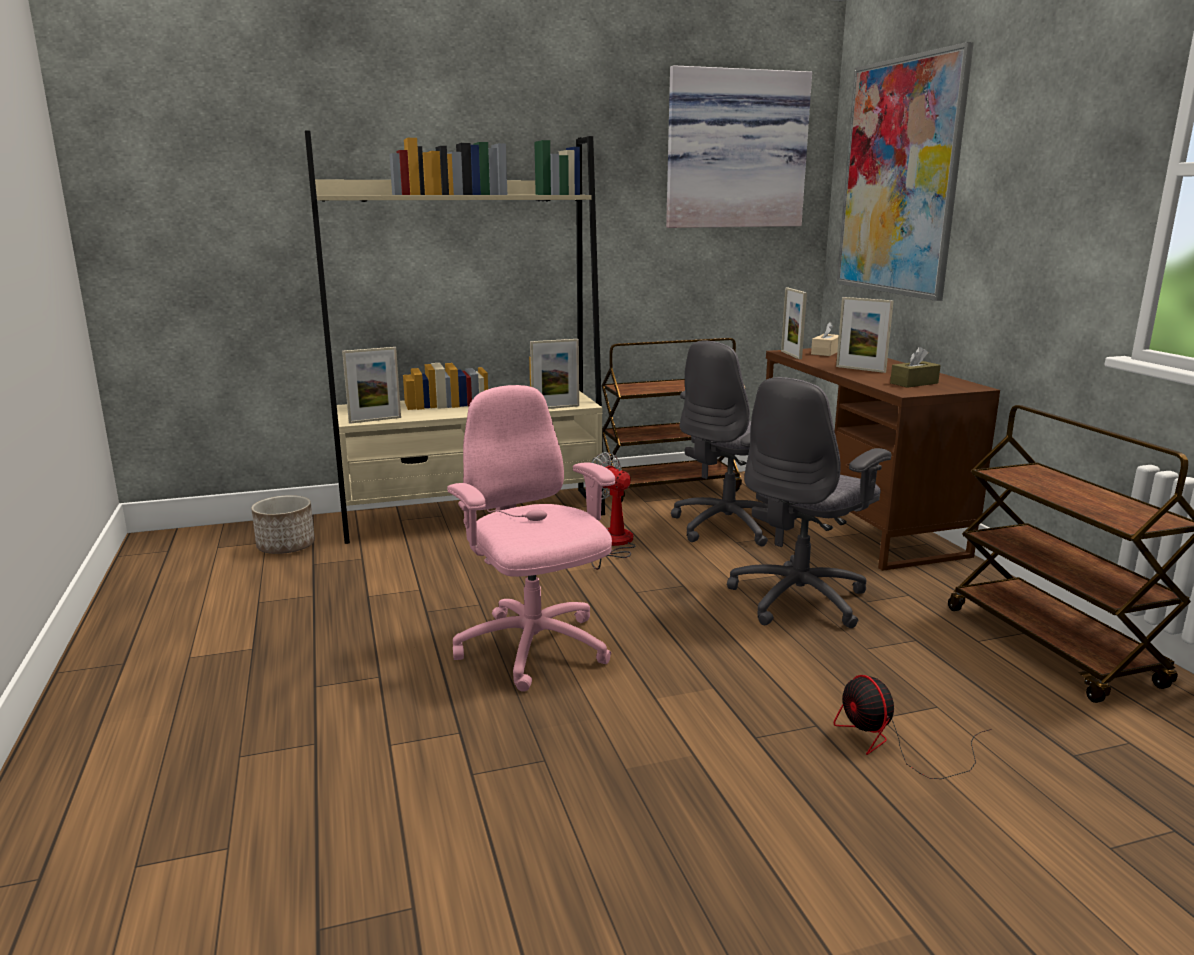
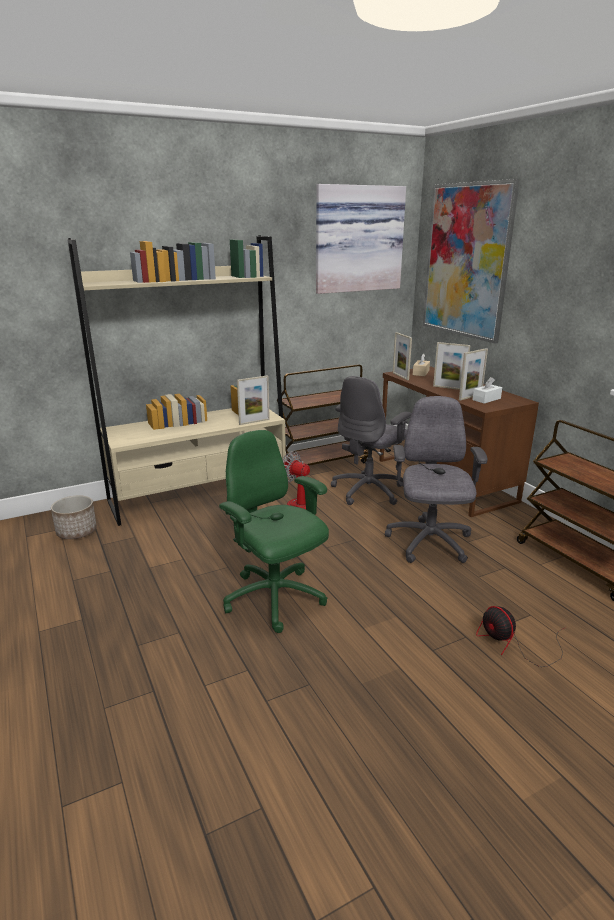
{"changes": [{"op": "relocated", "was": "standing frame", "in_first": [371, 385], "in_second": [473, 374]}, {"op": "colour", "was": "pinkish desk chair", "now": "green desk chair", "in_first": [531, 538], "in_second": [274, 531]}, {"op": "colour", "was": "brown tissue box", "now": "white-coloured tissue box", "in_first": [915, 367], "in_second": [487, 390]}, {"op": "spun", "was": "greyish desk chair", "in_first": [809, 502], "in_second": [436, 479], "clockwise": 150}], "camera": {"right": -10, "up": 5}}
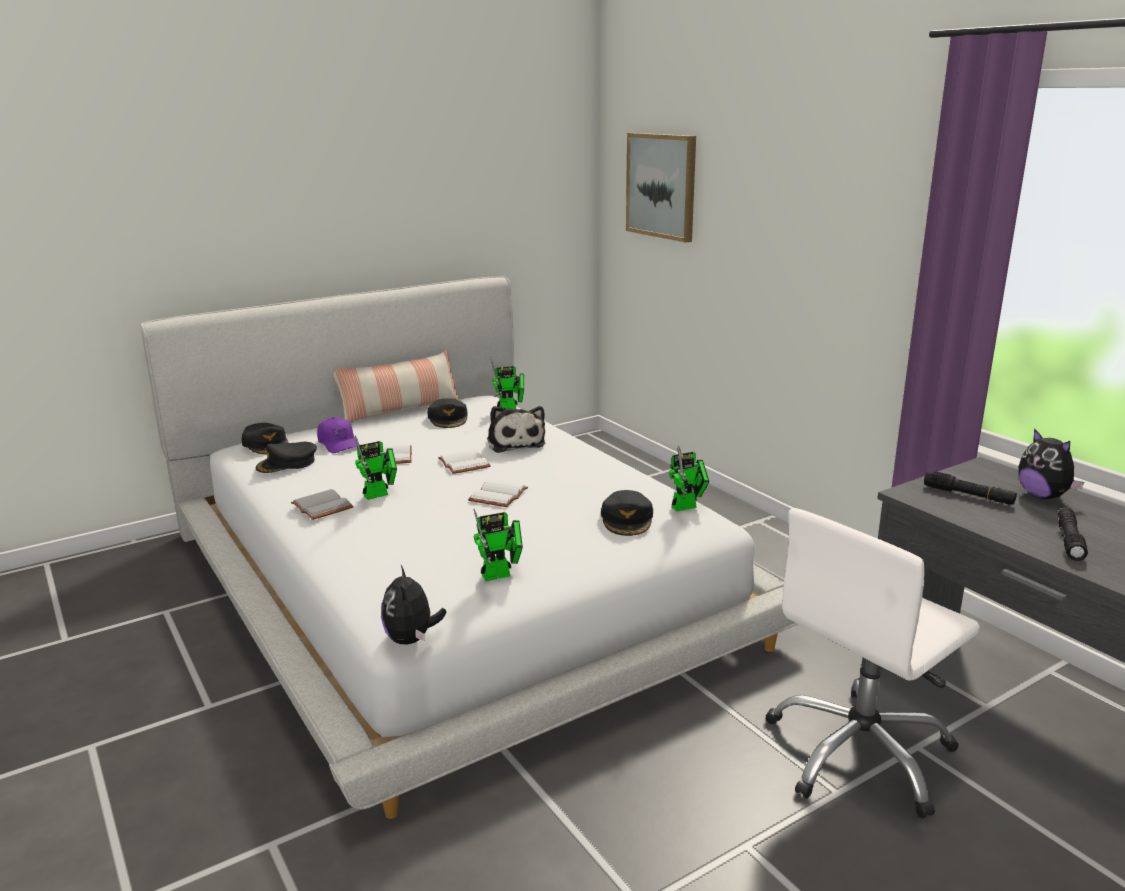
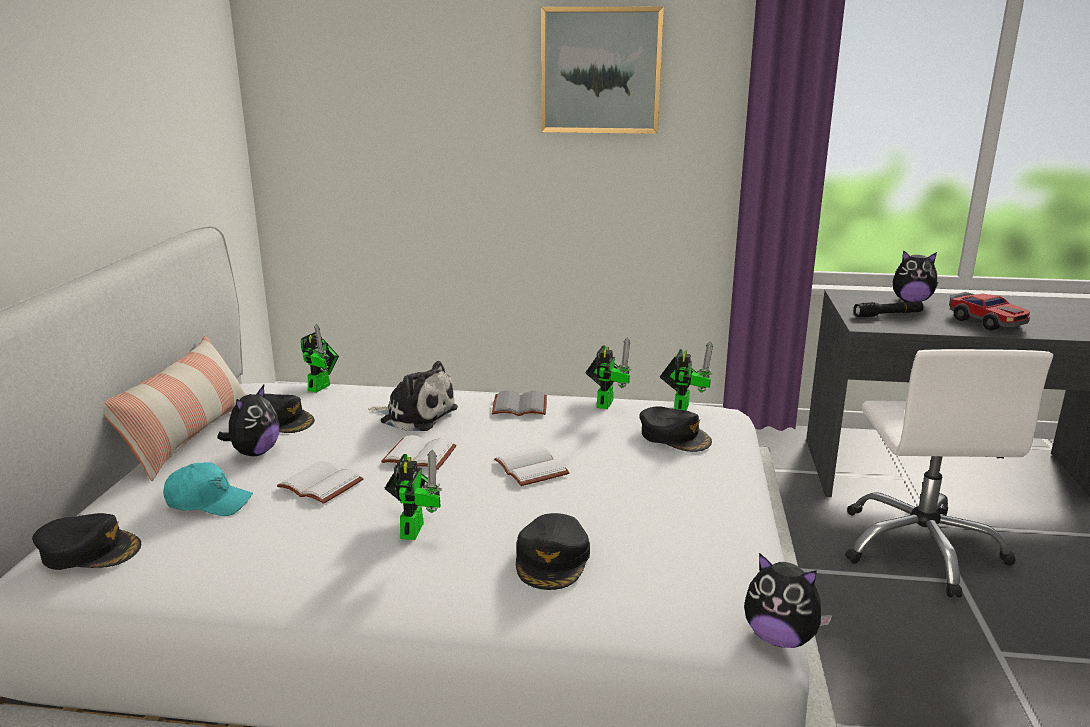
{"changes": [{"op": "appeared", "now": "cuddly toy", "in_second": [248, 420]}, {"op": "relocated", "was": "black-coloured cap", "in_first": [286, 457], "in_second": [553, 551]}, {"op": "relocated", "was": "greyish bound book", "in_first": [322, 504], "in_second": [519, 403]}, {"op": "relocated", "was": "model robot", "in_first": [498, 545], "in_second": [608, 373]}, {"op": "relocated", "was": "wall picture", "in_first": [661, 188], "in_second": [602, 70]}, {"op": "exchanged", "was": "black-coloured torch", "now": "miniature car", "in_first": [1073, 534], "in_second": [989, 311]}, {"op": "colour", "was": "purplish cap", "now": "turquoise cap", "in_first": [338, 435], "in_second": [208, 489]}], "camera": {"right": -50, "up": 0}}
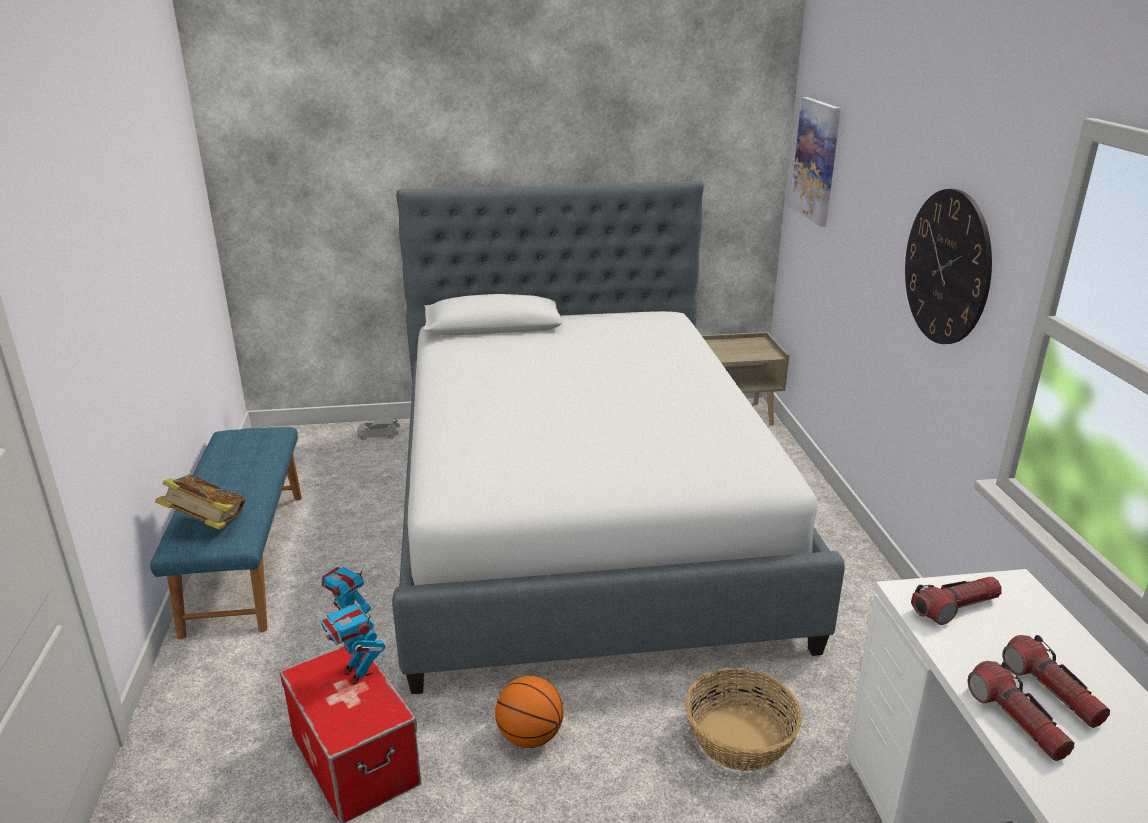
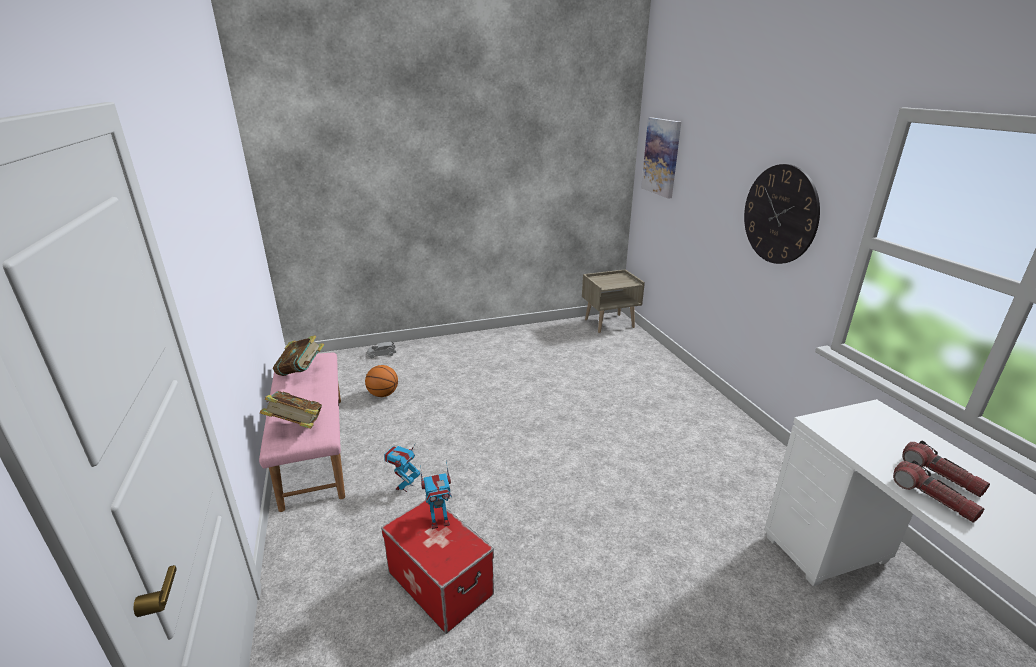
{"changes": [{"op": "missing", "was": "bedroom bed", "in_first": [618, 437]}, {"op": "missing", "was": "household basket", "in_first": [743, 719]}, {"op": "missing", "was": "torch", "in_first": [956, 601]}, {"op": "appeared", "now": "bound book", "in_second": [299, 355]}, {"op": "relocated", "was": "basketball", "in_first": [529, 712], "in_second": [381, 381]}, {"op": "colour", "was": "blue long seat", "now": "pinkish long seat", "in_first": [226, 533], "in_second": [302, 432]}, {"op": "spun", "was": "model robot", "in_first": [353, 636], "in_second": [436, 494], "clockwise": -60}], "camera": {"right": -10, "up": 0}}
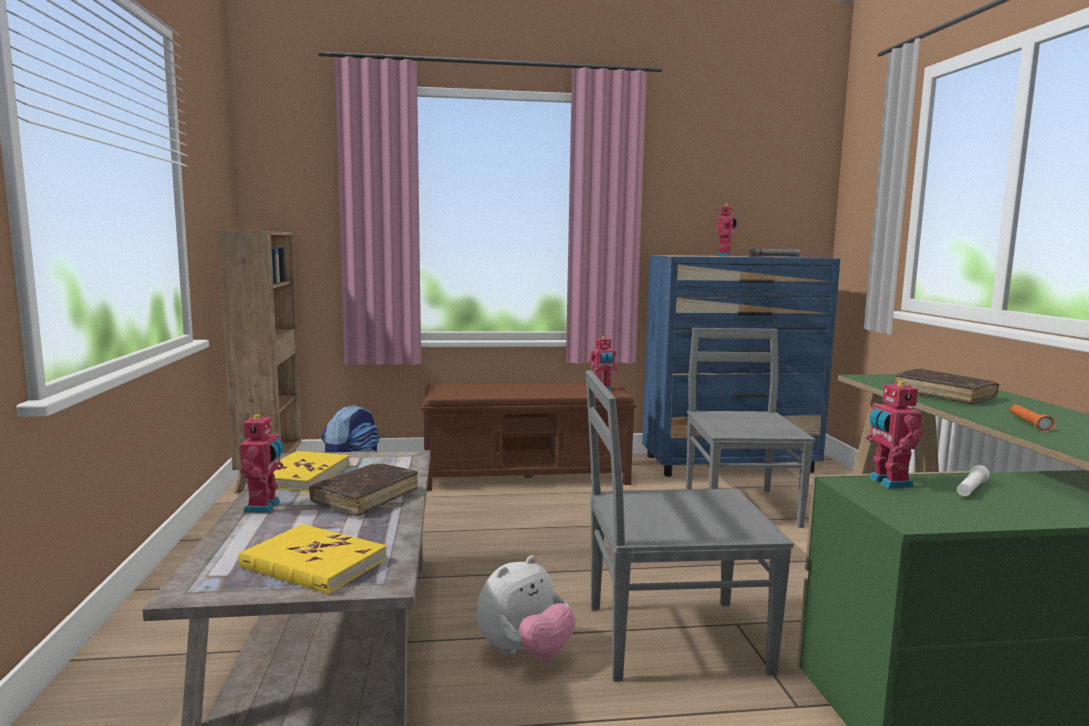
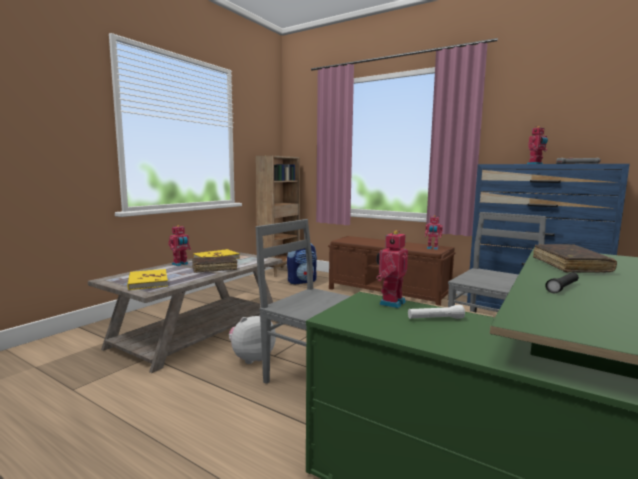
{"changes": [{"op": "colour", "was": "orange torch", "now": "black-coloured torch", "in_first": [1032, 418], "in_second": [562, 283]}, {"op": "spun", "was": "cuddly toy", "in_first": [526, 607], "in_second": [252, 339], "clockwise": 150}], "camera": {"right": 40, "up": 0}}
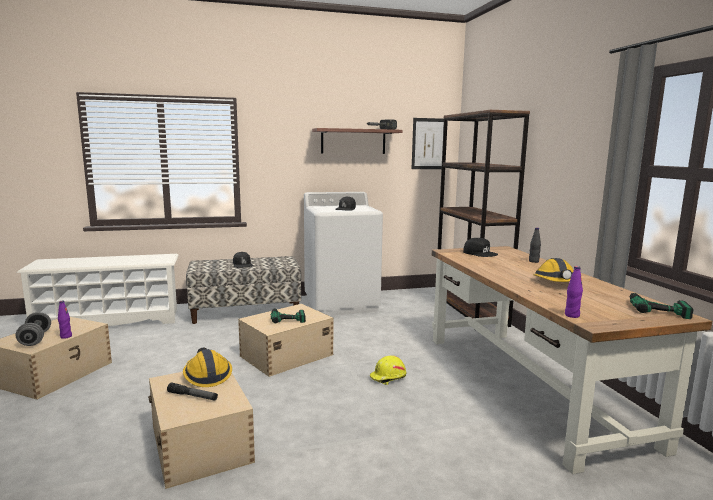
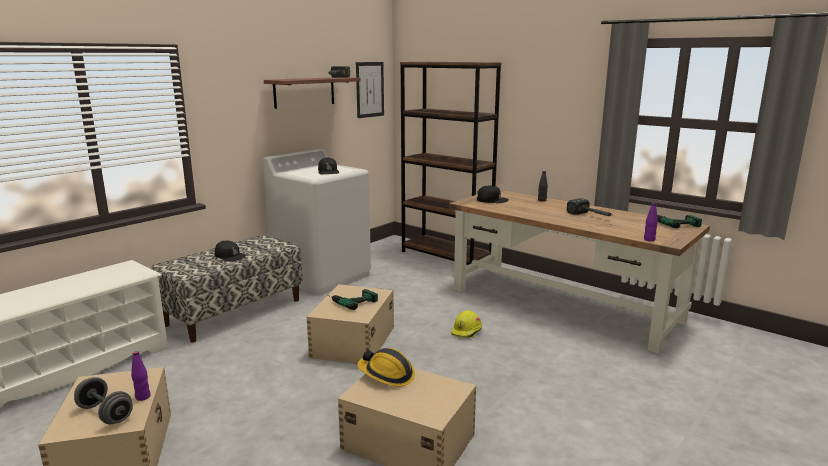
{"changes": [{"op": "missing", "was": "torch", "in_first": [192, 392]}, {"op": "exchanged", "was": "work helmet", "now": "hand hammer", "in_first": [553, 270], "in_second": [590, 207]}], "camera": {"right": -35, "up": 5}}
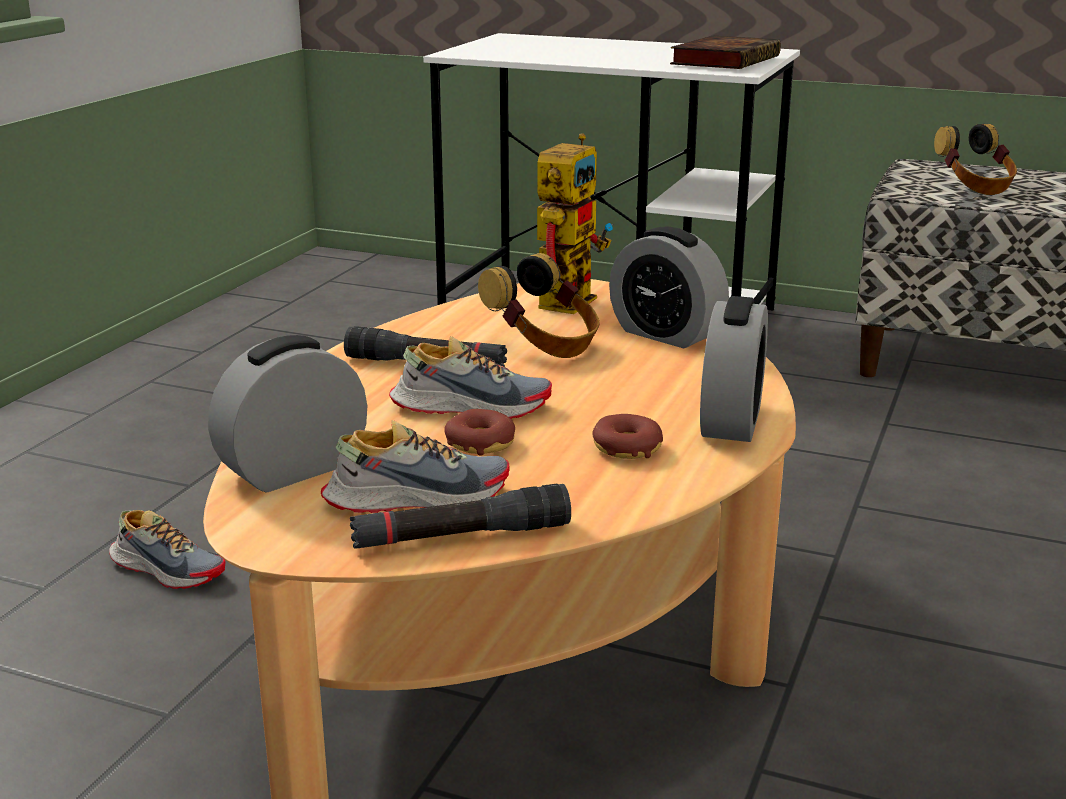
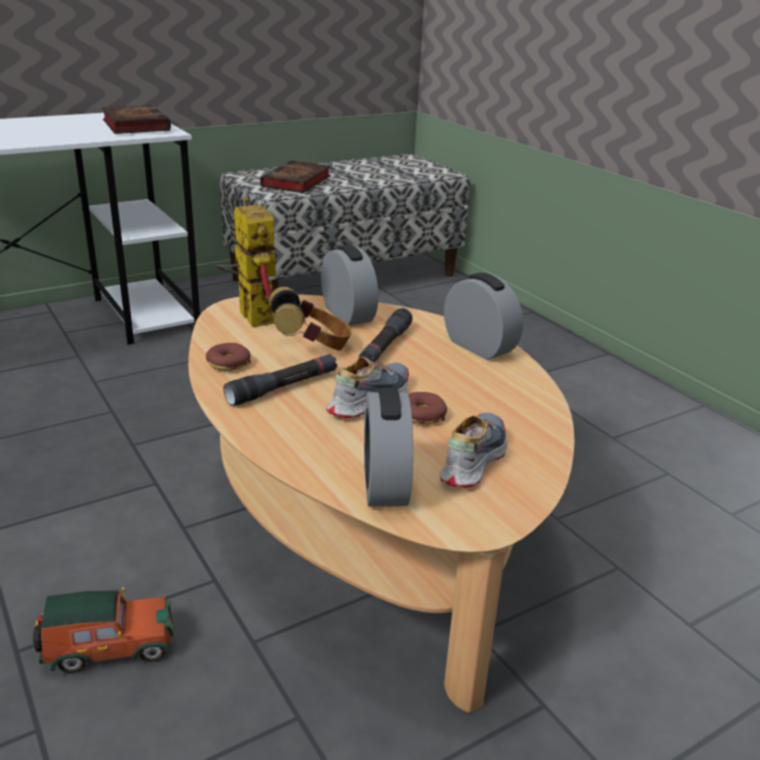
{"changes": [{"op": "relocated", "was": "black-coloured torch", "in_first": [460, 516], "in_second": [386, 335]}, {"op": "relocated", "was": "doughnut", "in_first": [628, 436], "in_second": [228, 357]}, {"op": "exchanged", "was": "shoe", "now": "miniature car", "in_first": [167, 549], "in_second": [103, 630]}, {"op": "exchanged", "was": "headset", "now": "bound book", "in_first": [975, 159], "in_second": [295, 176]}, {"op": "spun", "was": "bedside clock", "in_first": [669, 287], "in_second": [350, 285], "clockwise": -105}], "camera": {"right": -55, "up": 5}}
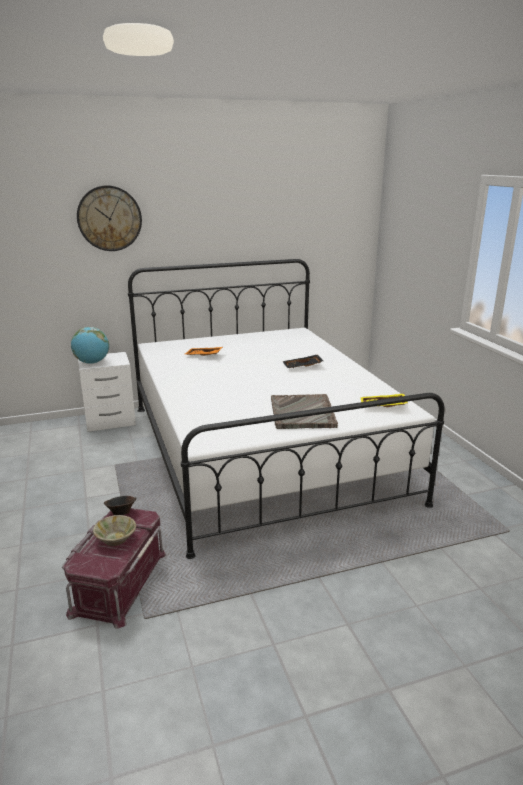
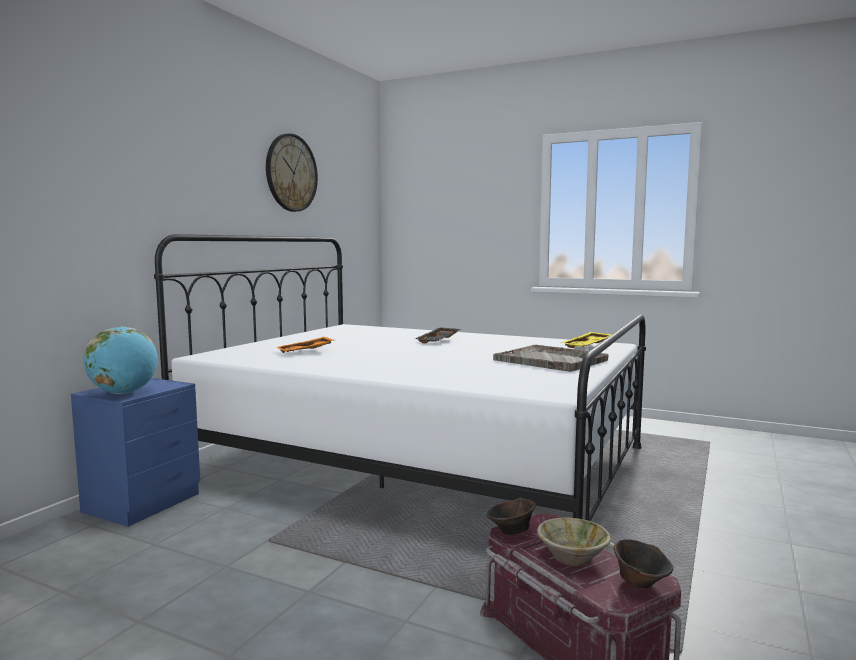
{"changes": [{"op": "appeared", "now": "brown bowl", "in_second": [643, 564]}, {"op": "relocated", "was": "wall clock", "in_first": [109, 218], "in_second": [292, 172]}, {"op": "colour", "was": "white-coloured night table", "now": "blue night table", "in_first": [107, 392], "in_second": [135, 452]}], "camera": {"right": -45, "up": -15}}
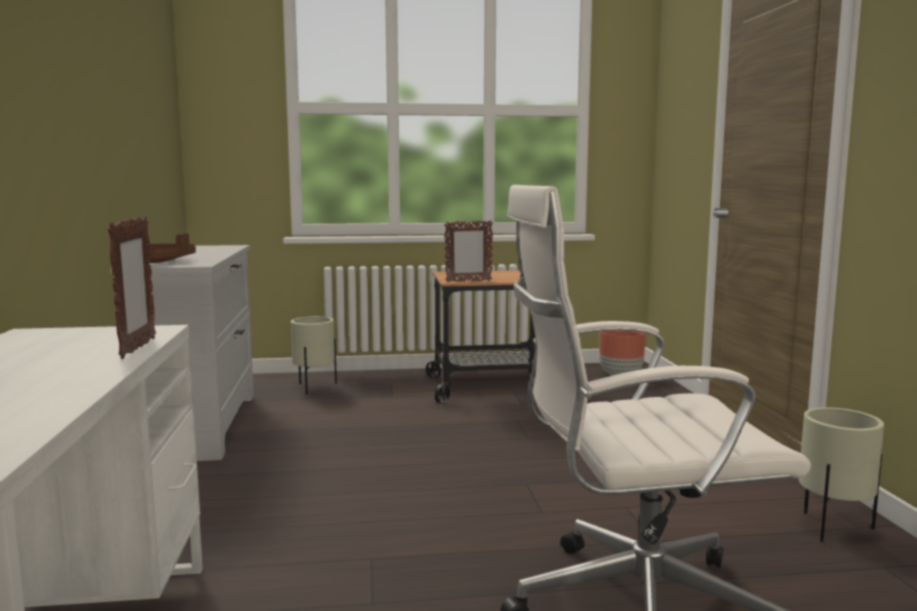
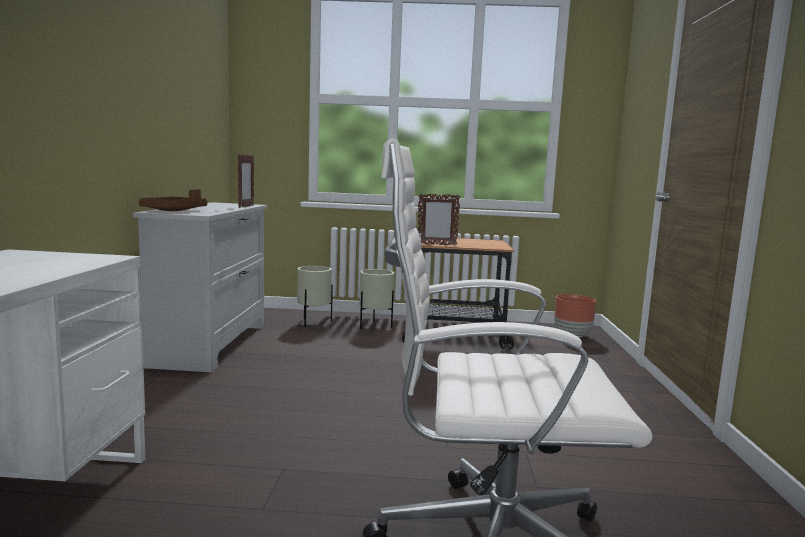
{"changes": [{"op": "relocated", "was": "standing frame", "in_first": [132, 287], "in_second": [246, 181]}, {"op": "relocated", "was": "beige plant pot", "in_first": [841, 474], "in_second": [376, 299]}], "camera": {"right": 10, "up": 0}}
